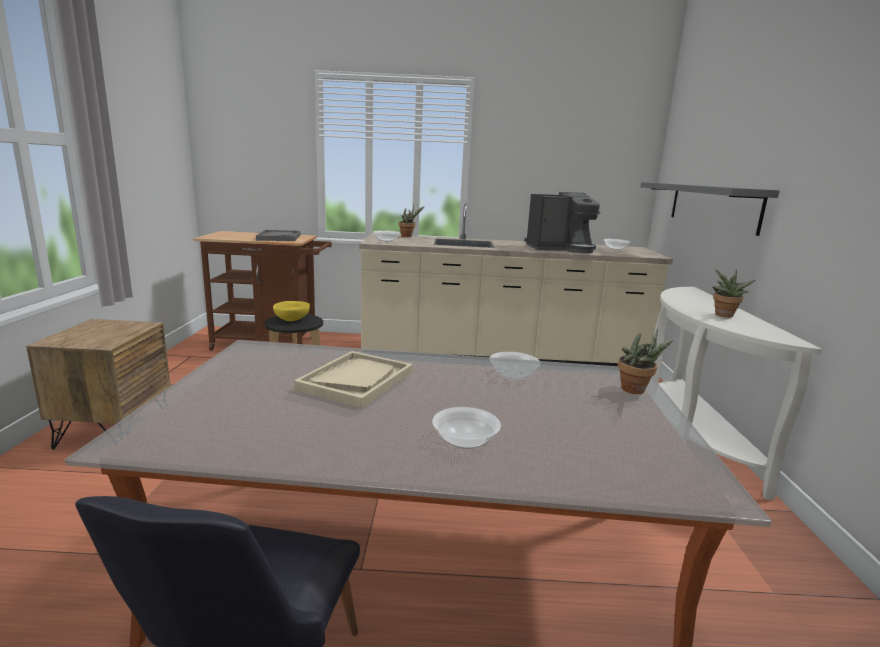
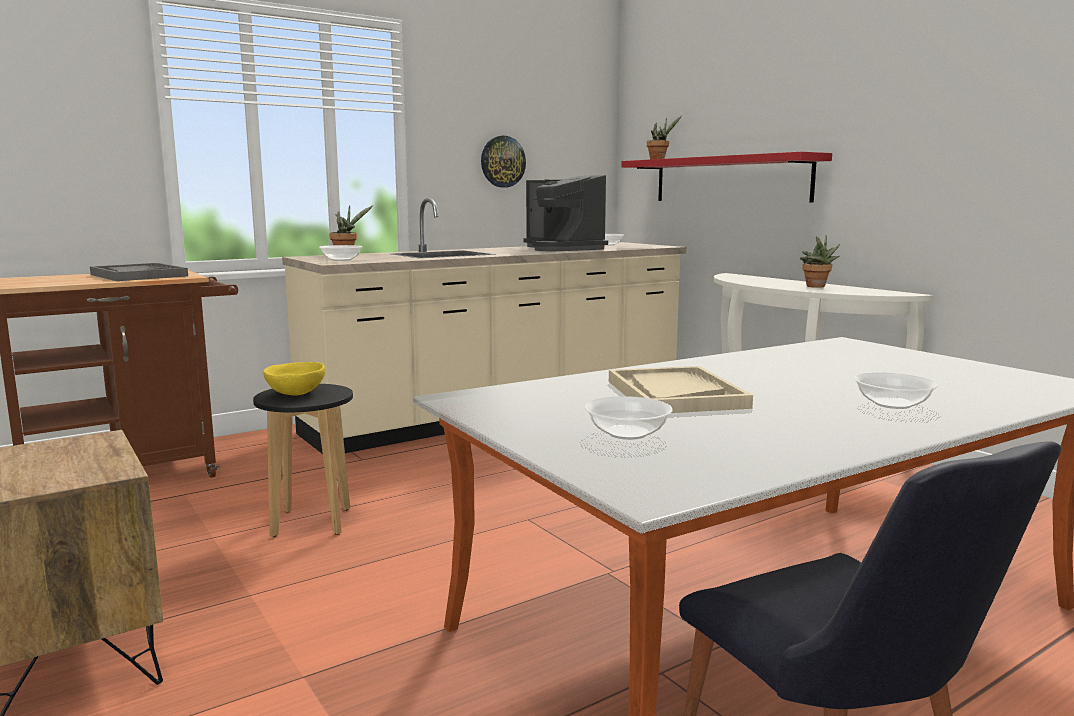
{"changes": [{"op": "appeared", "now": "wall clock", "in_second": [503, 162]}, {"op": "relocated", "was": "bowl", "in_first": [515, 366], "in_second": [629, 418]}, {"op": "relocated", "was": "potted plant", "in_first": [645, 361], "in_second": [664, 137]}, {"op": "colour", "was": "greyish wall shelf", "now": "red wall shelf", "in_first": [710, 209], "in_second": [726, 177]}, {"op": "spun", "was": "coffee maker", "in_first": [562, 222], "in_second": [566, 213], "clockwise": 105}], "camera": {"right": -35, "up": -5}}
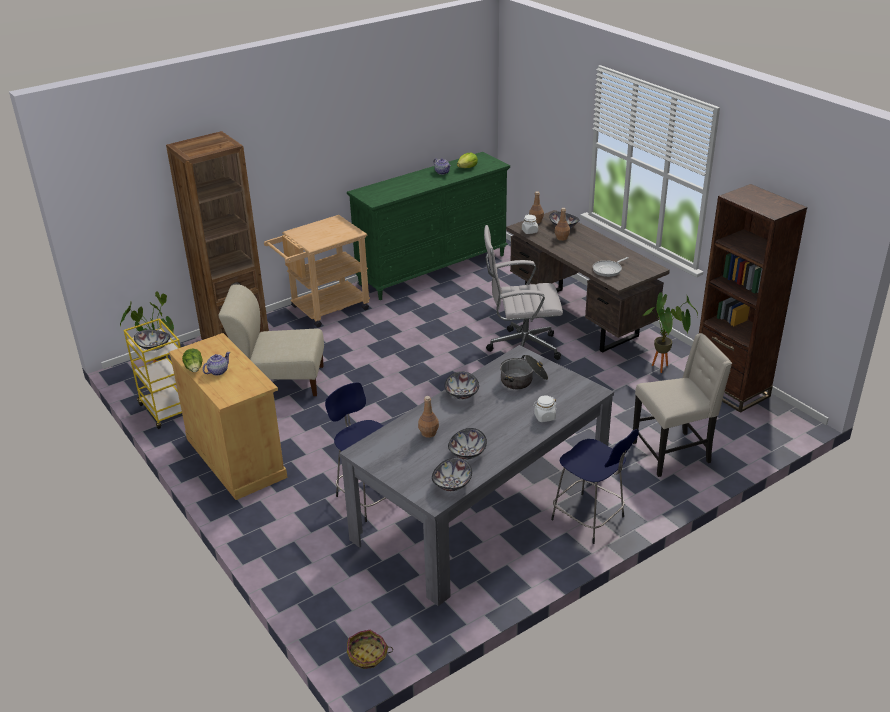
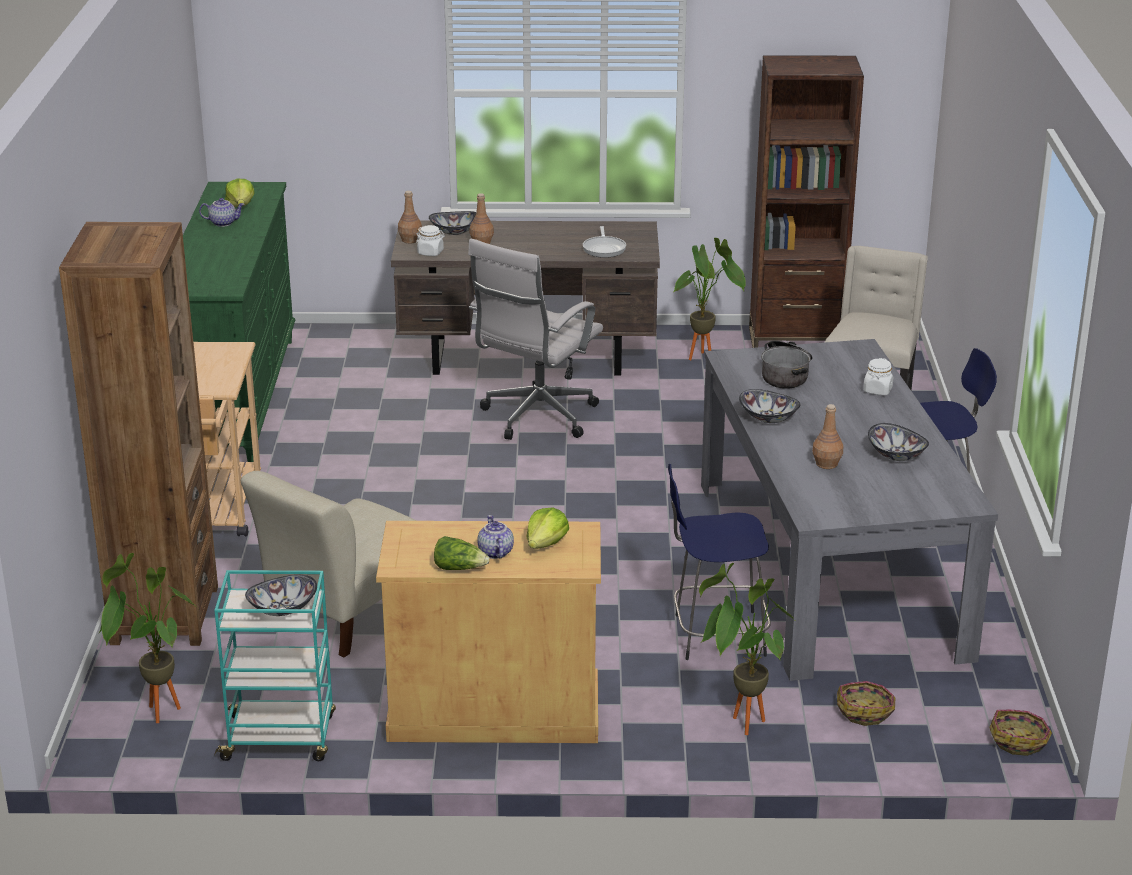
{"changes": [{"op": "missing", "was": "bowl", "in_first": [452, 474]}, {"op": "appeared", "now": "head of lettuce", "in_second": [548, 528]}, {"op": "appeared", "now": "potted plant", "in_second": [746, 649]}, {"op": "appeared", "now": "household basket", "in_second": [866, 703]}, {"op": "colour", "was": "yellowish trolley", "now": "turquoise trolley", "in_first": [153, 373], "in_second": [275, 665]}], "camera": {"right": -55, "up": -5}}
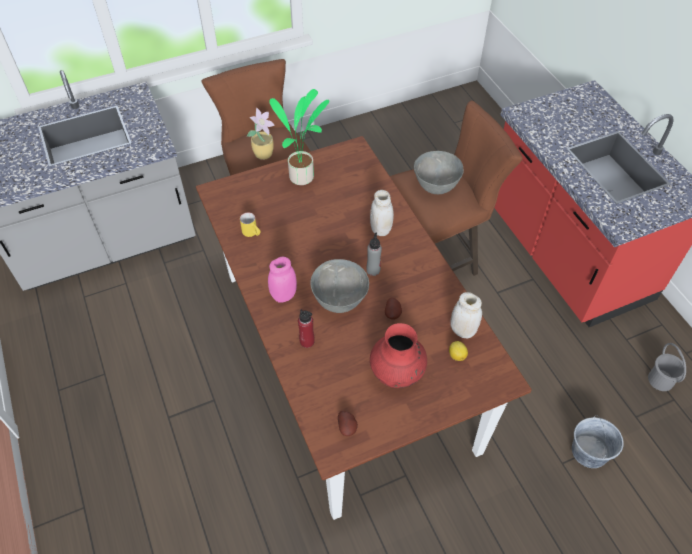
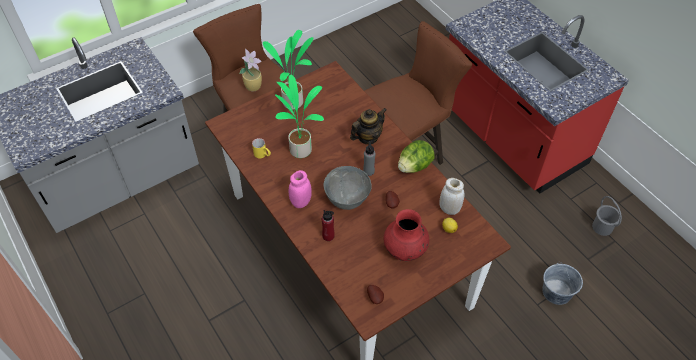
{"changes": [{"op": "missing", "was": "greyish bowl", "in_first": [439, 172]}, {"op": "appeared", "now": "potted plant", "in_second": [299, 116]}, {"op": "appeared", "now": "head of lettuce", "in_second": [416, 156]}, {"op": "exchanged", "was": "white-coloured preserve jar", "now": "pot for tea", "in_first": [382, 213], "in_second": [368, 126]}], "camera": {"right": -10, "up": 0}}
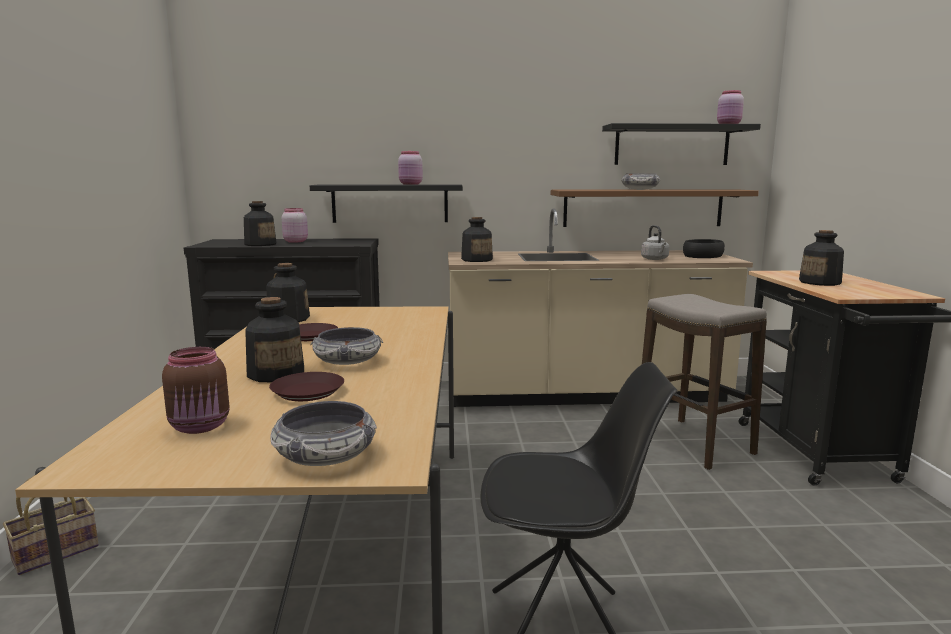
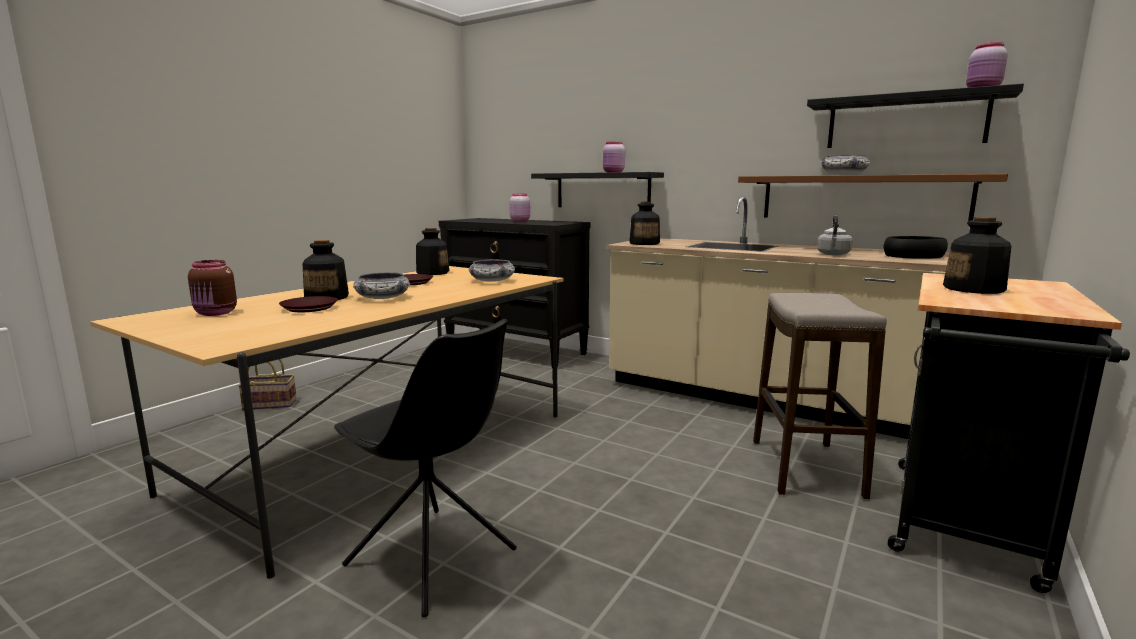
{"changes": [{"op": "missing", "was": "bottle", "in_first": [260, 223]}, {"op": "relocated", "was": "bowl", "in_first": [323, 433], "in_second": [492, 271]}], "camera": {"right": 35, "up": 0}}
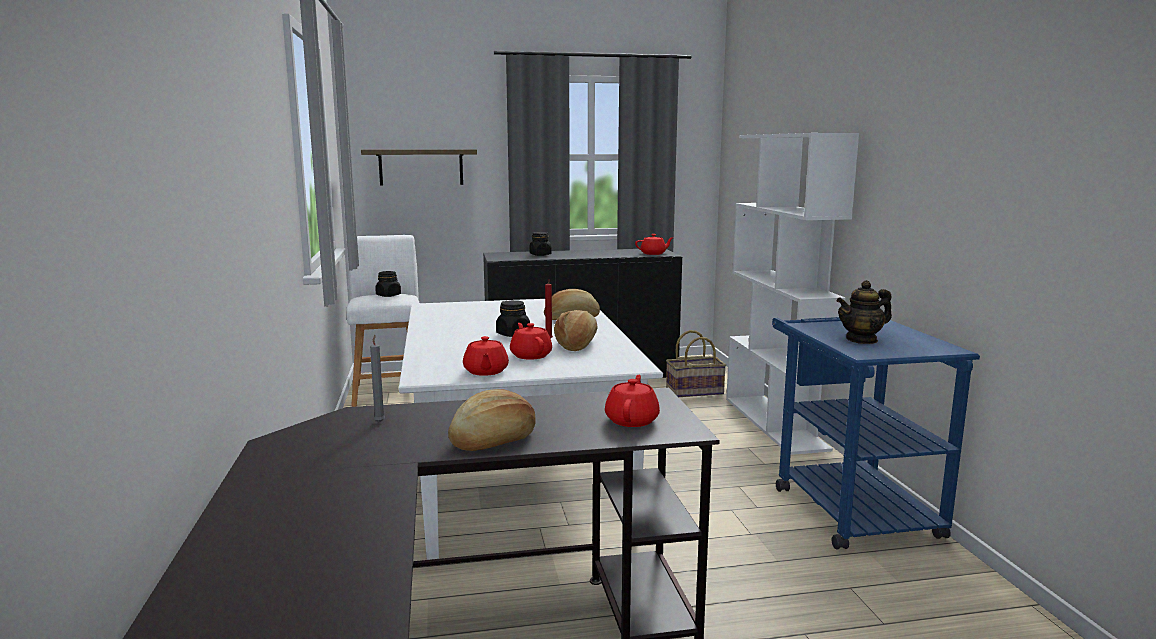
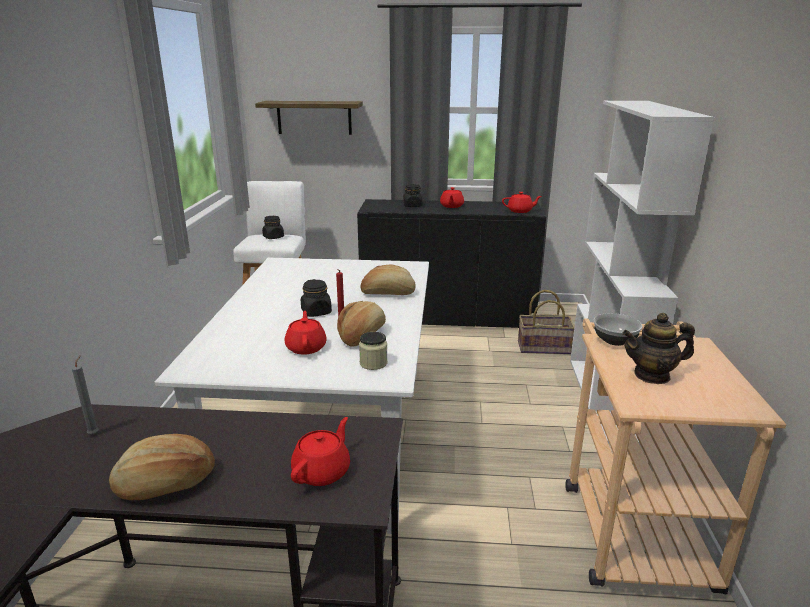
{"changes": [{"op": "appeared", "now": "preserve jar", "in_second": [373, 351]}, {"op": "appeared", "now": "bowl", "in_second": [618, 329]}, {"op": "relocated", "was": "red pot for tea", "in_first": [486, 356], "in_second": [452, 197]}, {"op": "colour", "was": "blue trolley", "now": "beige trolley", "in_first": [876, 433], "in_second": [675, 456]}], "camera": {"right": 15, "up": 10}}
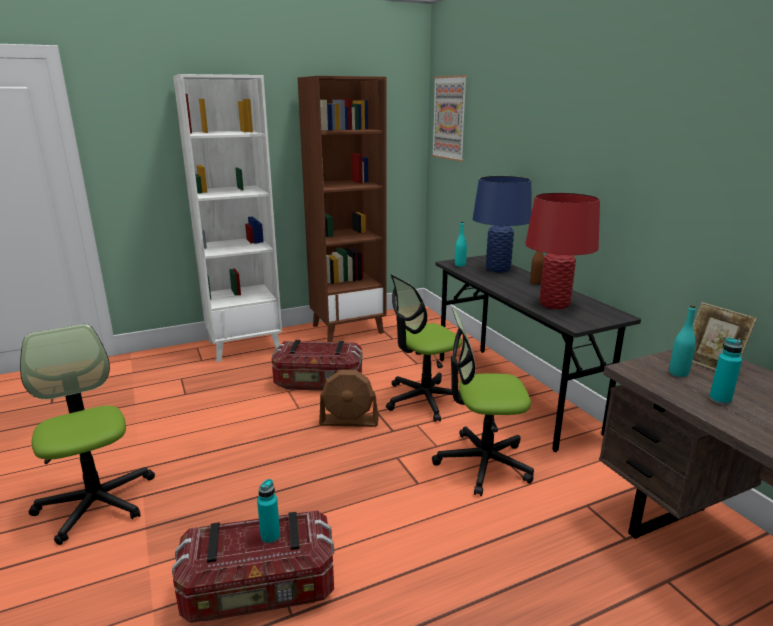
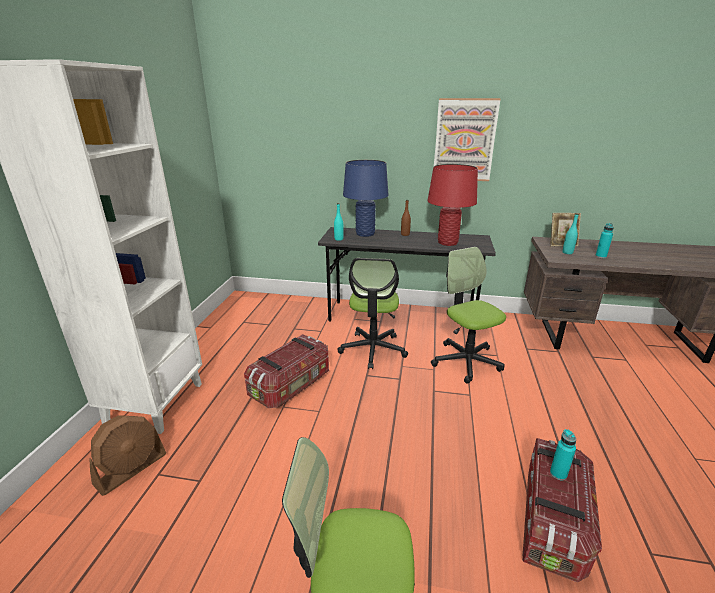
{"changes": [{"op": "missing", "was": "brown bookcase", "in_first": [342, 209]}, {"op": "relocated", "was": "brown cooling fan", "in_first": [349, 398], "in_second": [127, 455]}, {"op": "relocated", "was": "wall picture", "in_first": [449, 118], "in_second": [467, 139]}, {"op": "spun", "was": "desk chair", "in_first": [483, 402], "in_second": [468, 315], "clockwise": 120}], "camera": {"right": -55, "up": 5}}
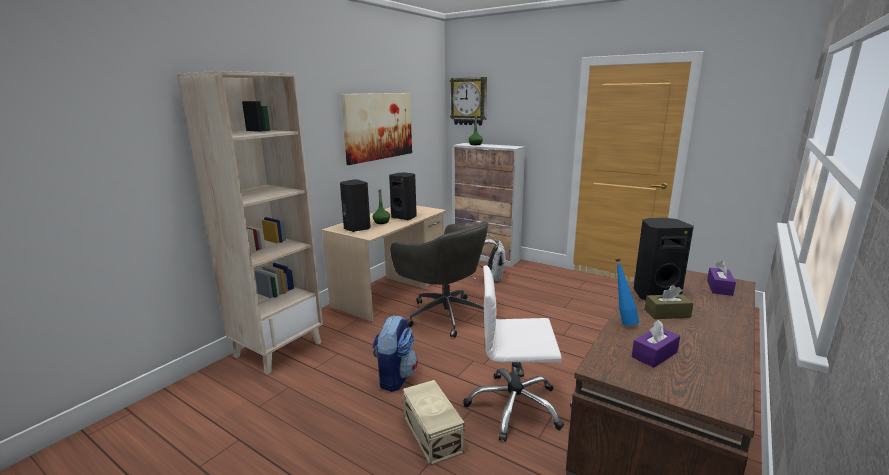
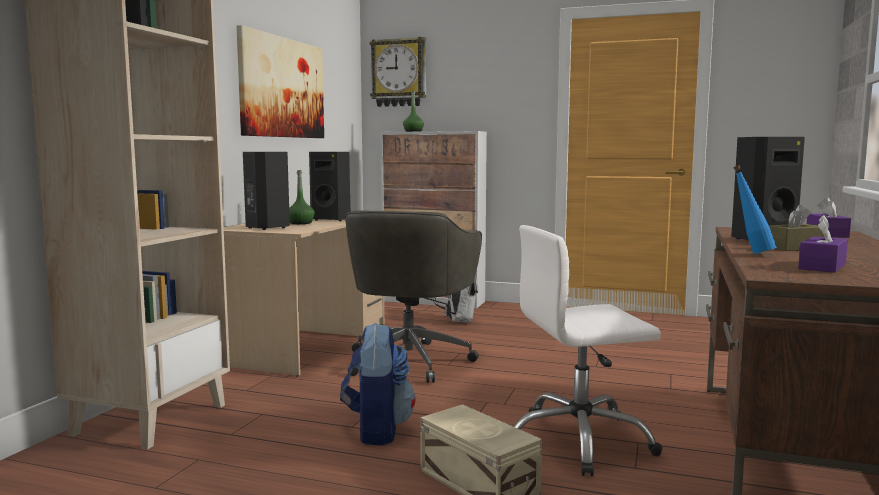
{"changes": [{"op": "spun", "was": "greyish desk chair", "in_first": [439, 279], "in_second": [413, 296], "clockwise": 75}], "camera": {"right": -15, "up": -10}}
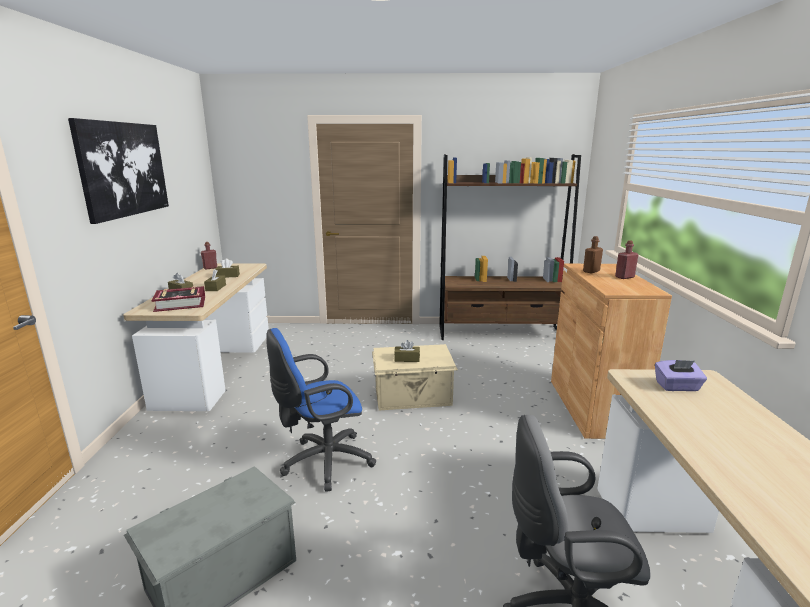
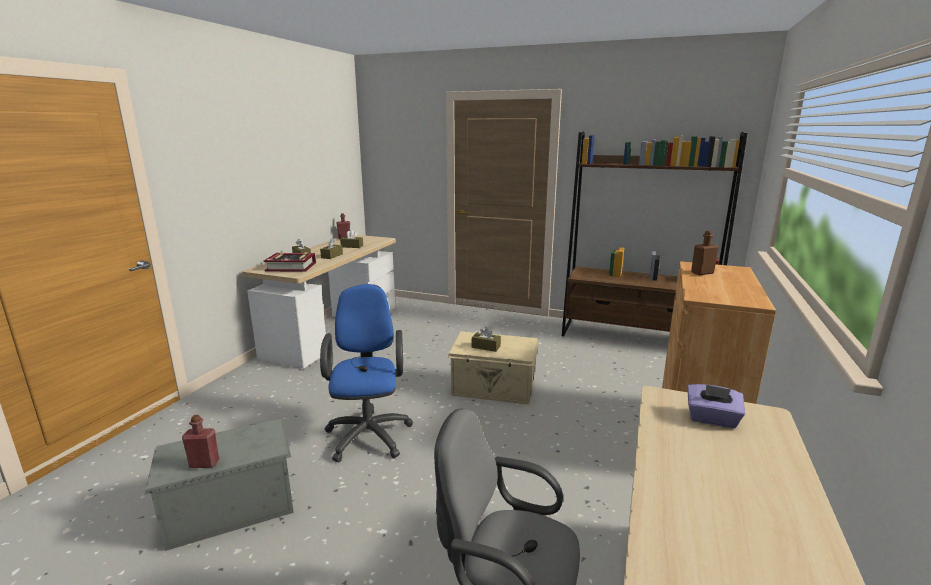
{"changes": [{"op": "missing", "was": "wall picture", "in_first": [118, 171]}, {"op": "relocated", "was": "red bottle", "in_first": [626, 259], "in_second": [200, 441]}, {"op": "spun", "was": "blue desk chair", "in_first": [321, 410], "in_second": [366, 373], "clockwise": 90}], "camera": {"right": 20, "up": 0}}
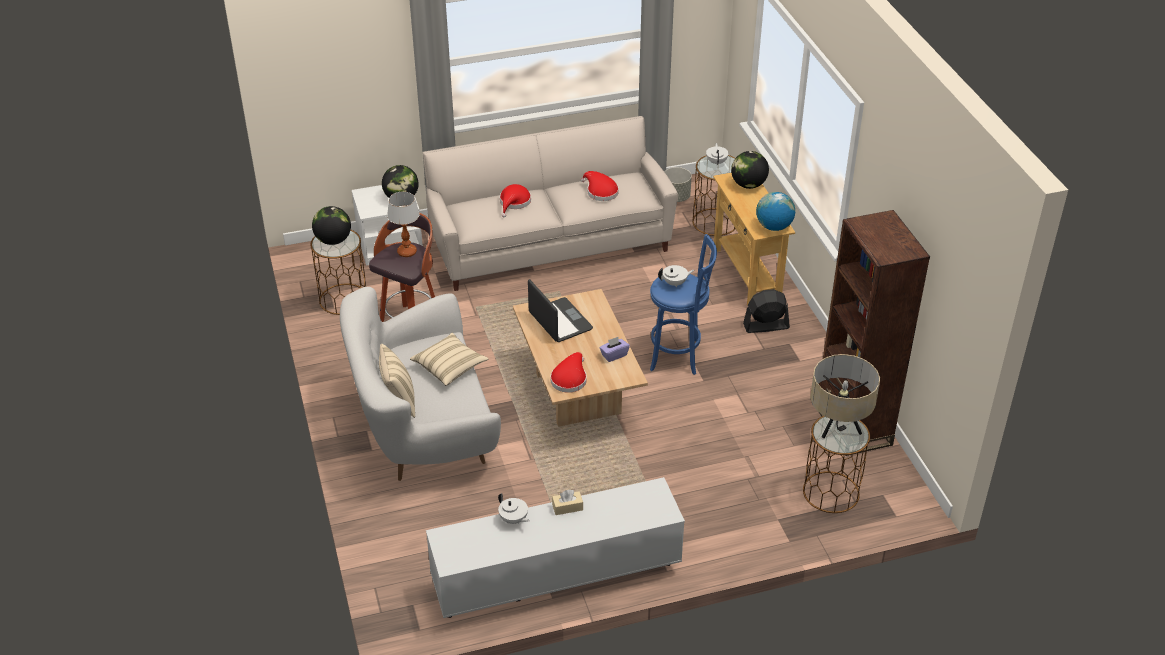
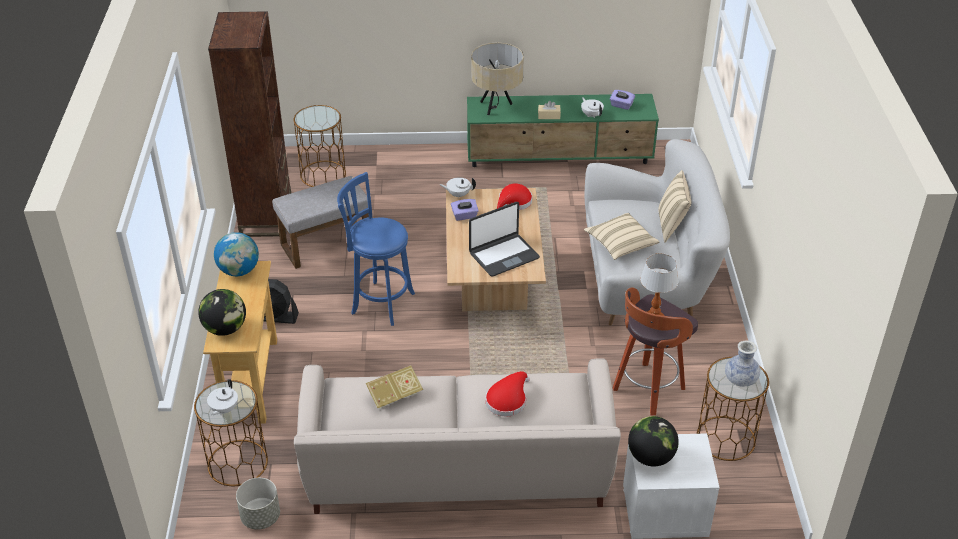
{"changes": [{"op": "appeared", "now": "greyish ottoman", "in_second": [320, 222]}, {"op": "appeared", "now": "purplish tissue box", "in_second": [622, 100]}, {"op": "relocated", "was": "white-coloured pot for tea", "in_first": [676, 276], "in_second": [457, 187]}, {"op": "relocated", "was": "beige tabletop lamp", "in_first": [845, 396], "in_second": [497, 78]}, {"op": "exchanged", "was": "world globe", "now": "flower vase", "in_first": [331, 225], "in_second": [742, 363]}, {"op": "exchanged", "was": "red clothing hat", "now": "bound book", "in_first": [600, 186], "in_second": [394, 387]}, {"op": "colour", "was": "white-coloured tv stand", "now": "green tv stand", "in_first": [555, 547], "in_second": [563, 130]}, {"op": "spun", "was": "portable computer", "in_first": [560, 310], "in_second": [504, 239], "clockwise": -105}], "camera": {"right": -165, "up": 0}}
